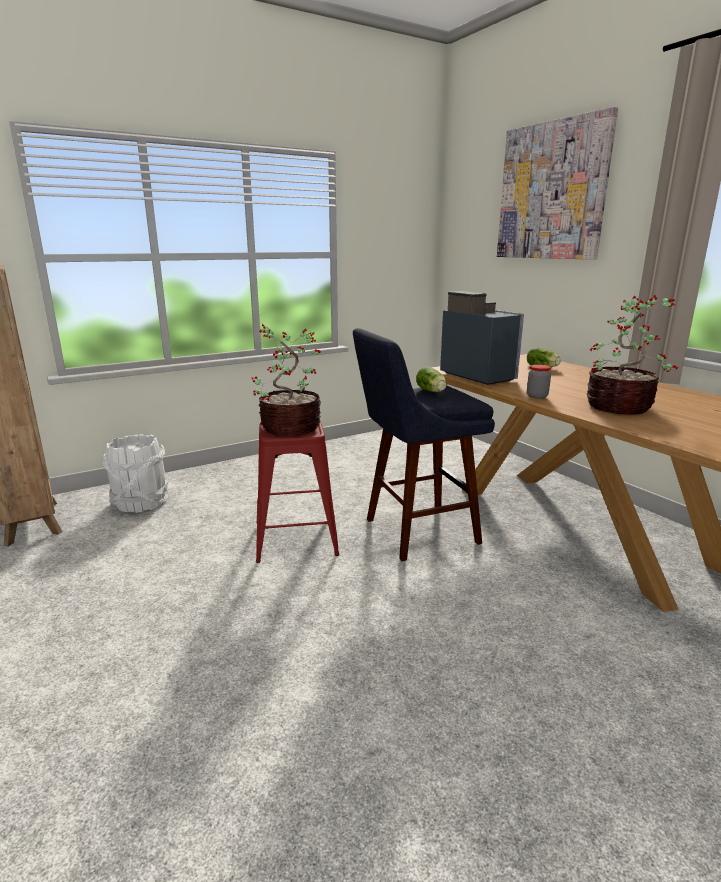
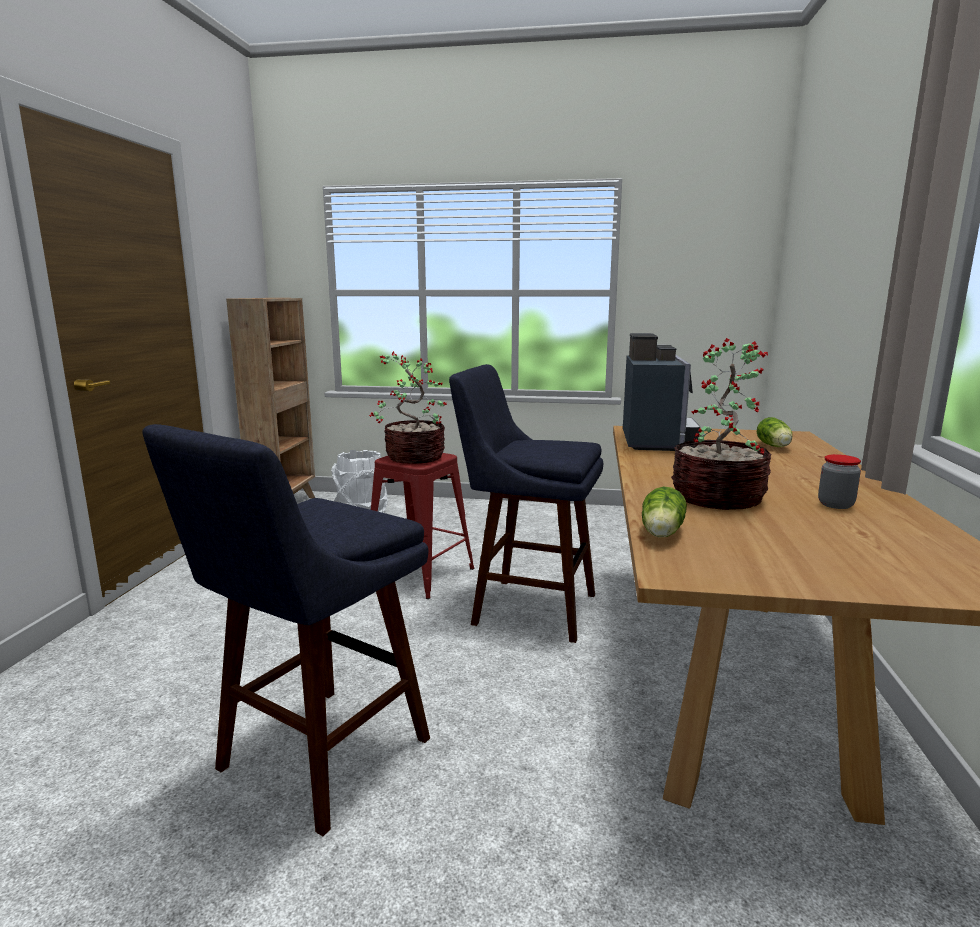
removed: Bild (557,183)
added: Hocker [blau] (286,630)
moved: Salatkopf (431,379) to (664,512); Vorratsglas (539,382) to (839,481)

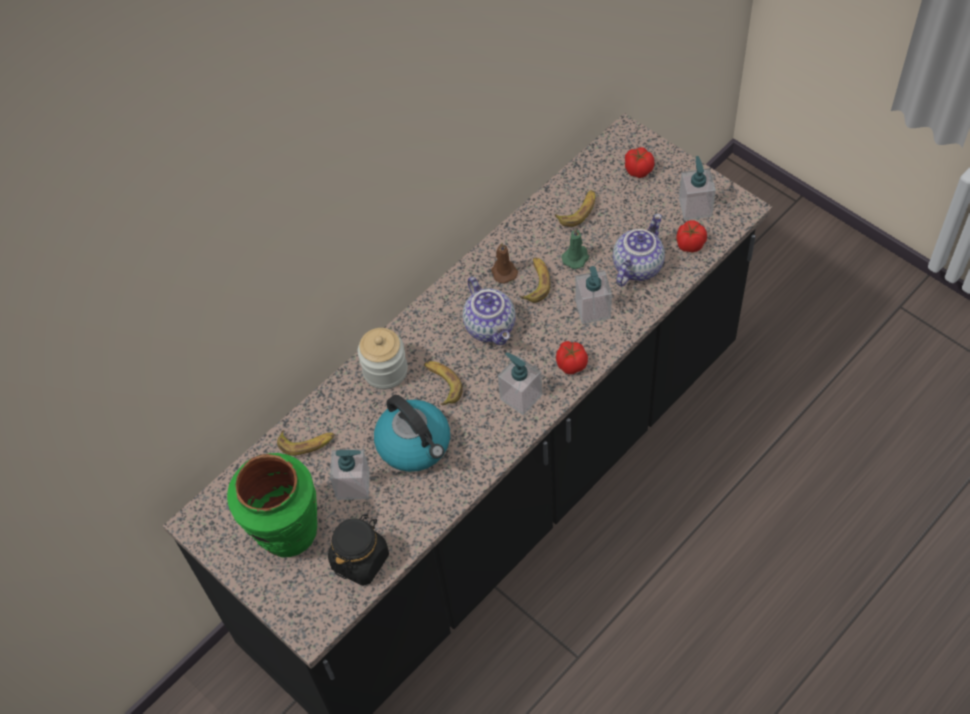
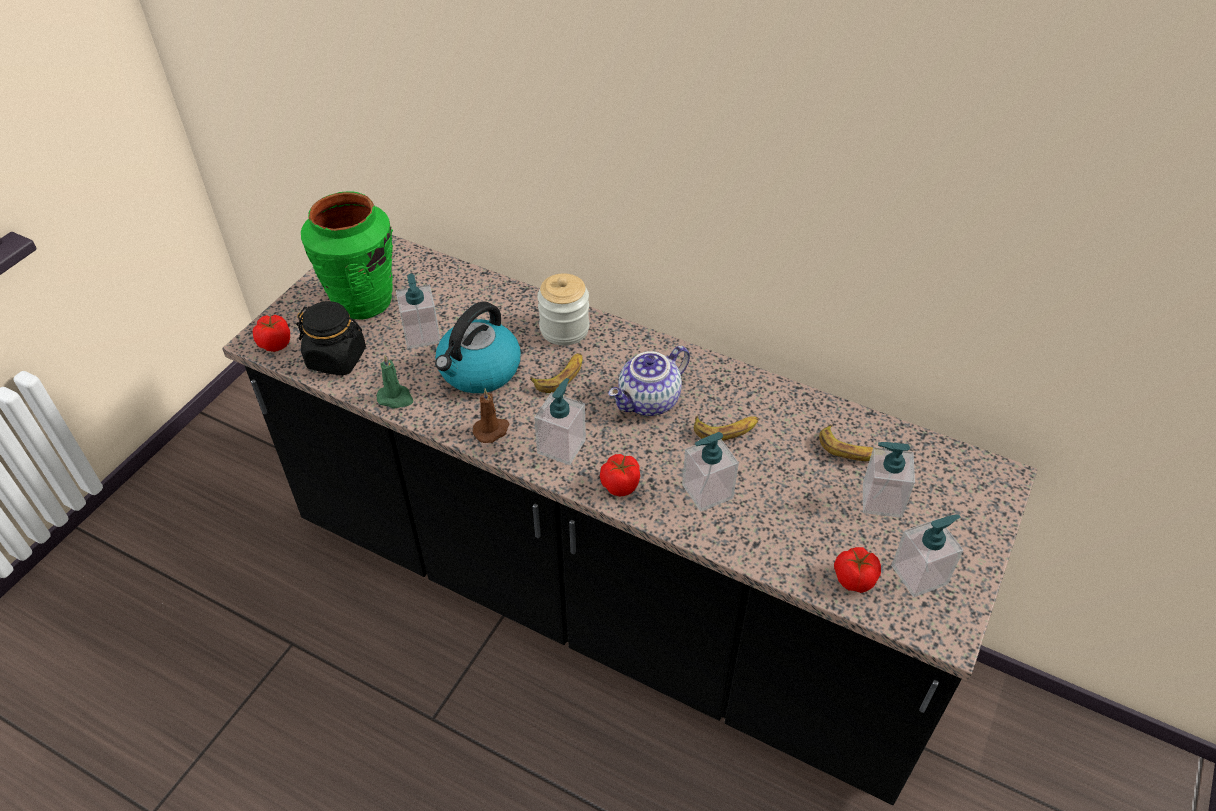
removed: Banane (306,443); Teekanne (639,250)
added: Seifenspender (889,480)
moved: Tomate (639,162) to (271,333); Kerze [grün] (575,248) to (395,381); Kerze [braun] (504,263) to (491,415)

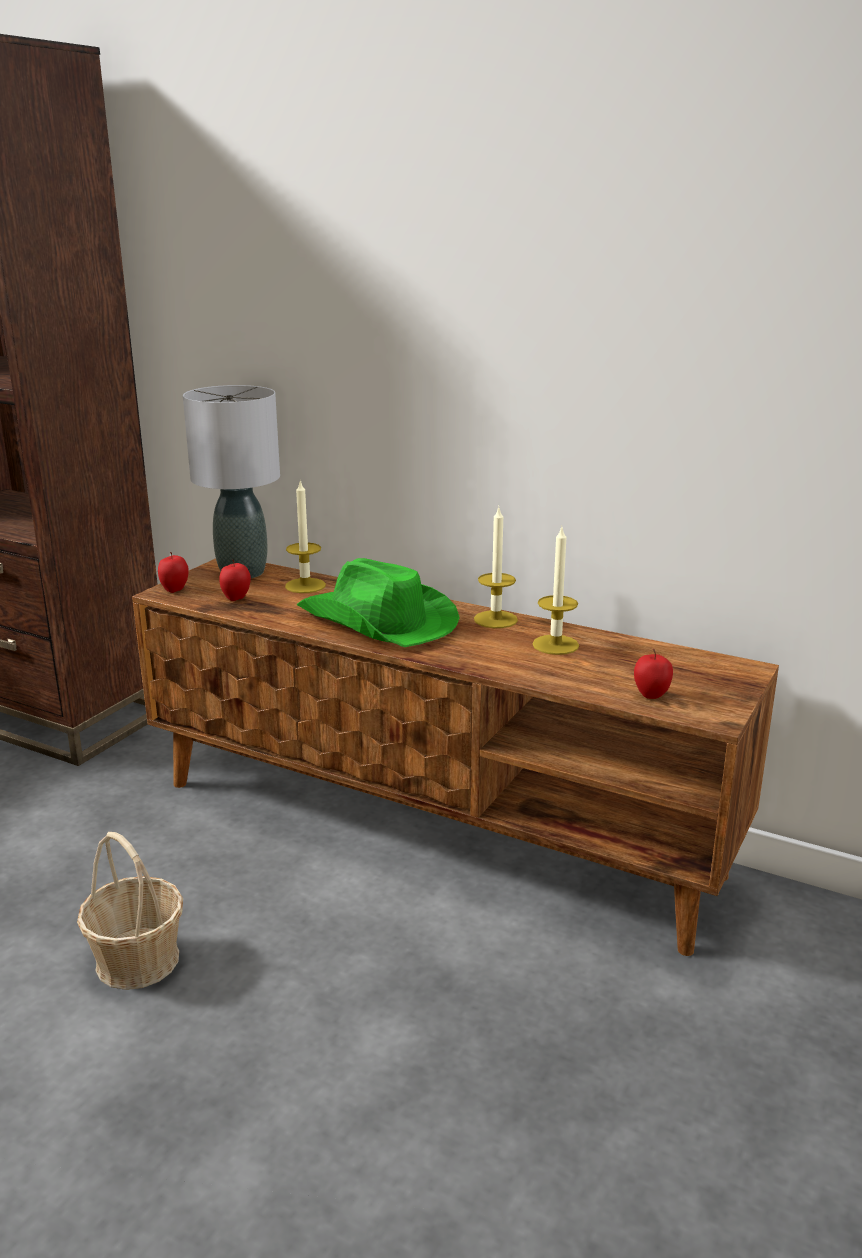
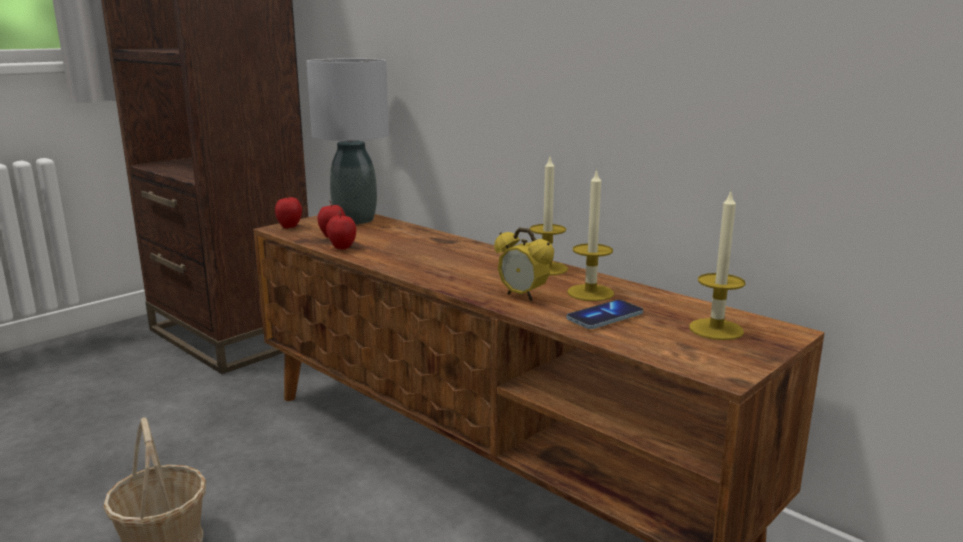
removed: Hut [grün] (378,602)
added: Wecker (524,264); Handy (604,314)
moved: Apfel (653,674) to (341,230); Kerze (305,537) to (717,266)

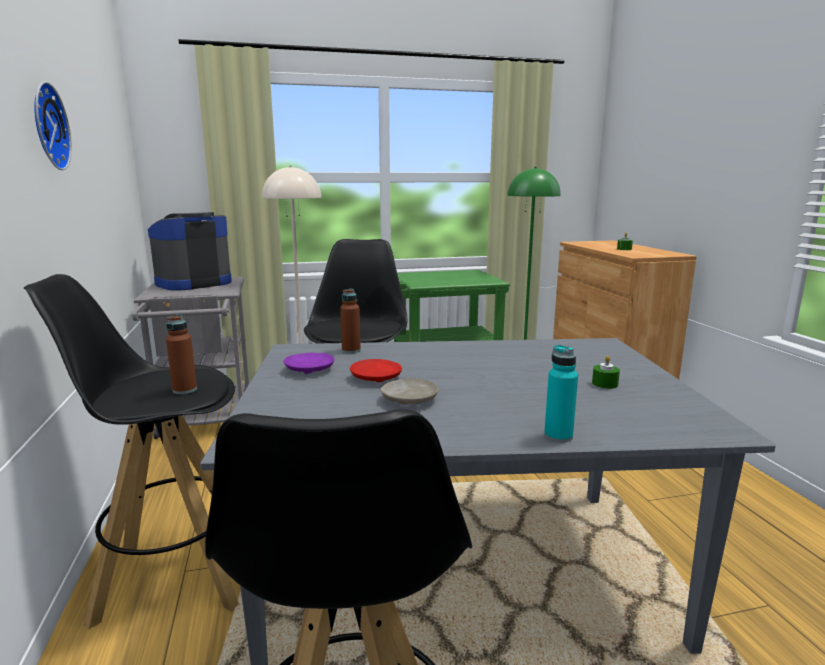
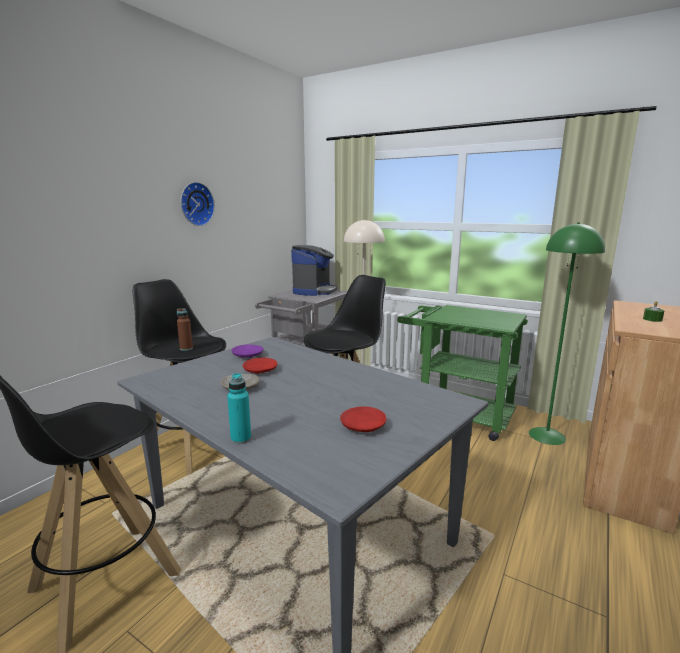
removed: Flasche [braun] (350,321)
replaced: Kerze [grün] (606,372) to Teller [rot] (363,419)
turned: Kaffeemaschine (190,251) = (314,270) 105 degrees clockwise

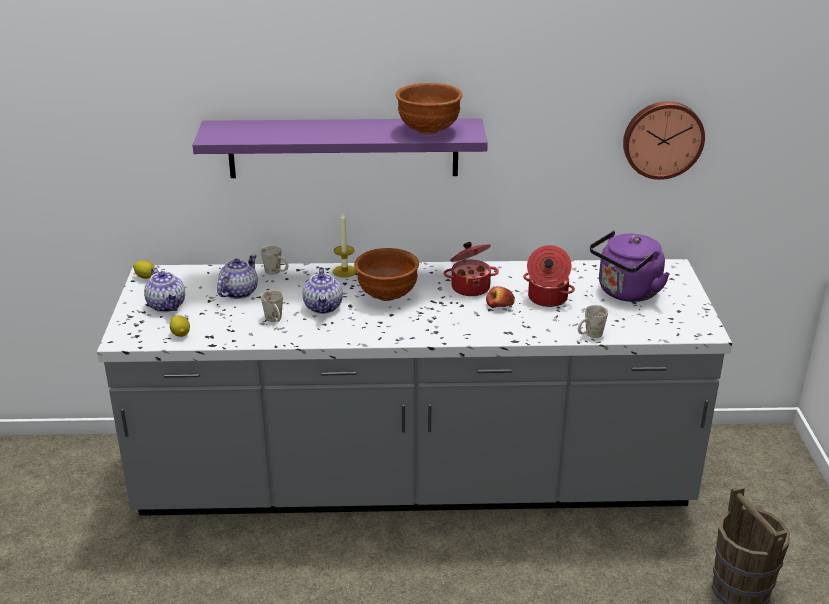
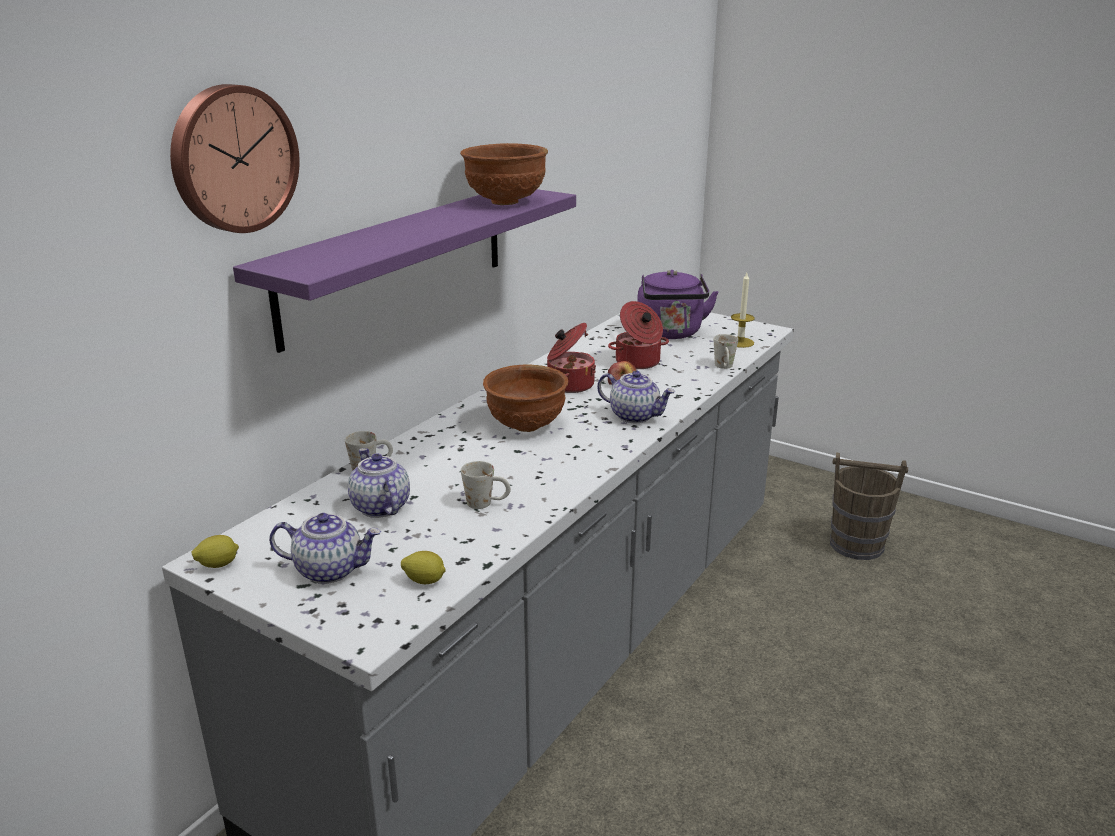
moved: Wanduhr (664,140) to (235,158); Teekanne (323,290) to (636,397); Kerze (345,245) to (743,310)

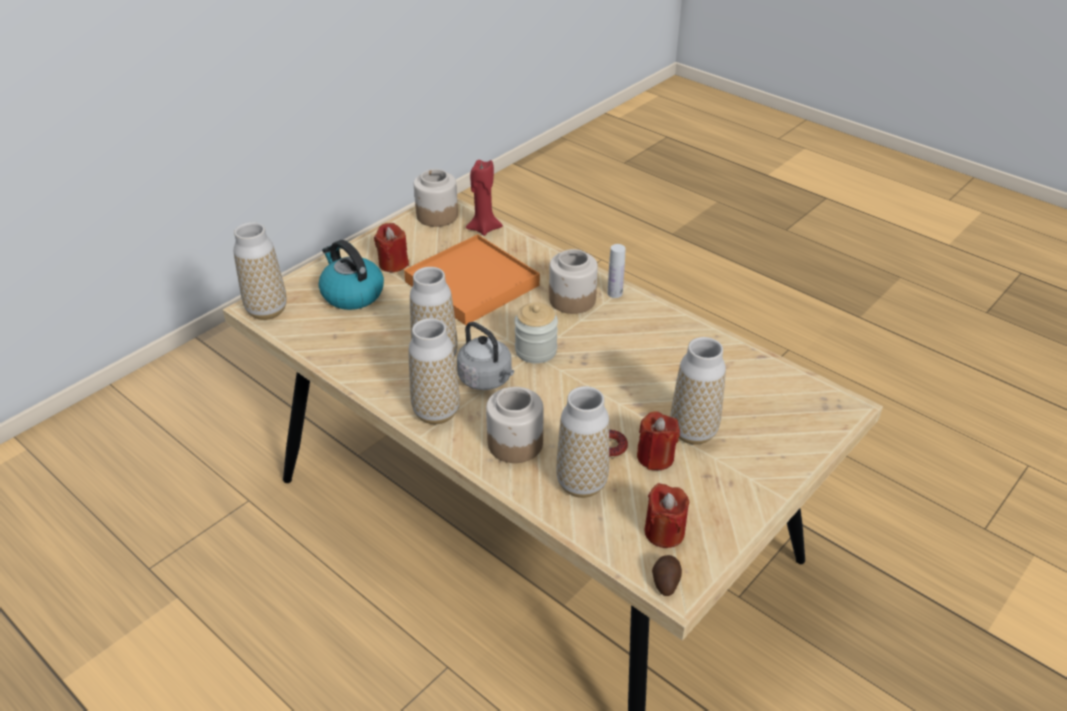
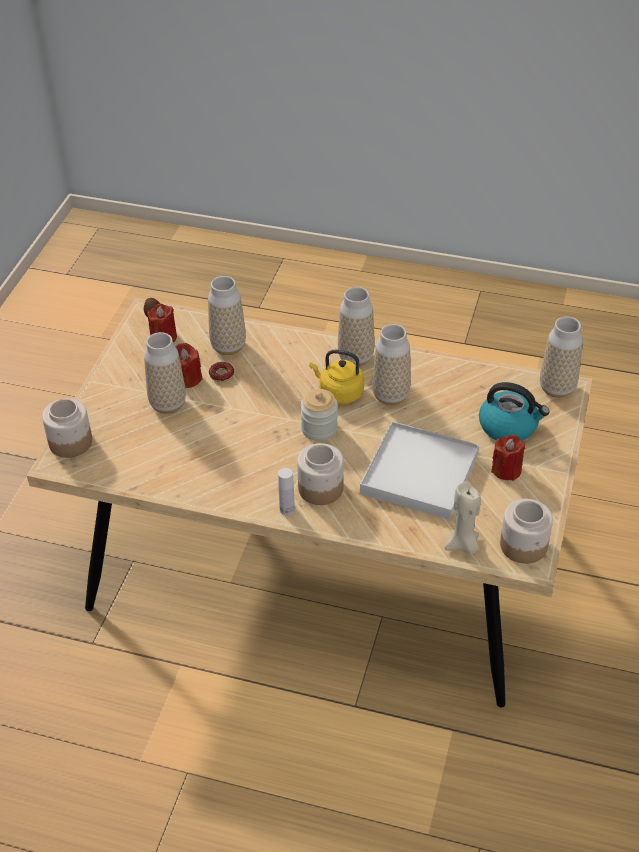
moved: Vorratsglas (514,425) to (67,428)
recoloured: Wasserkessel [grau] (485,356) to Wasserkessel [gelb] (336,377); Tablett [orange] (472,279) to Tablett [weiß] (419,470); Kerze [rot] (484,198) to Kerze [beige] (463,518)

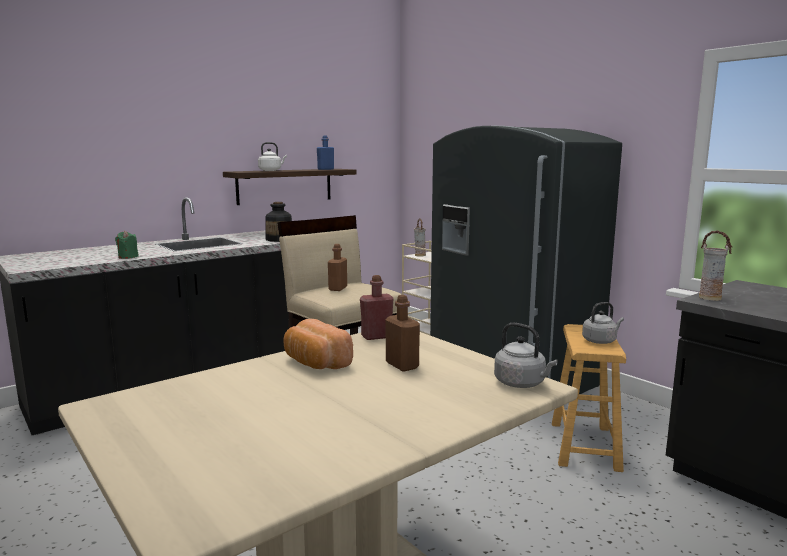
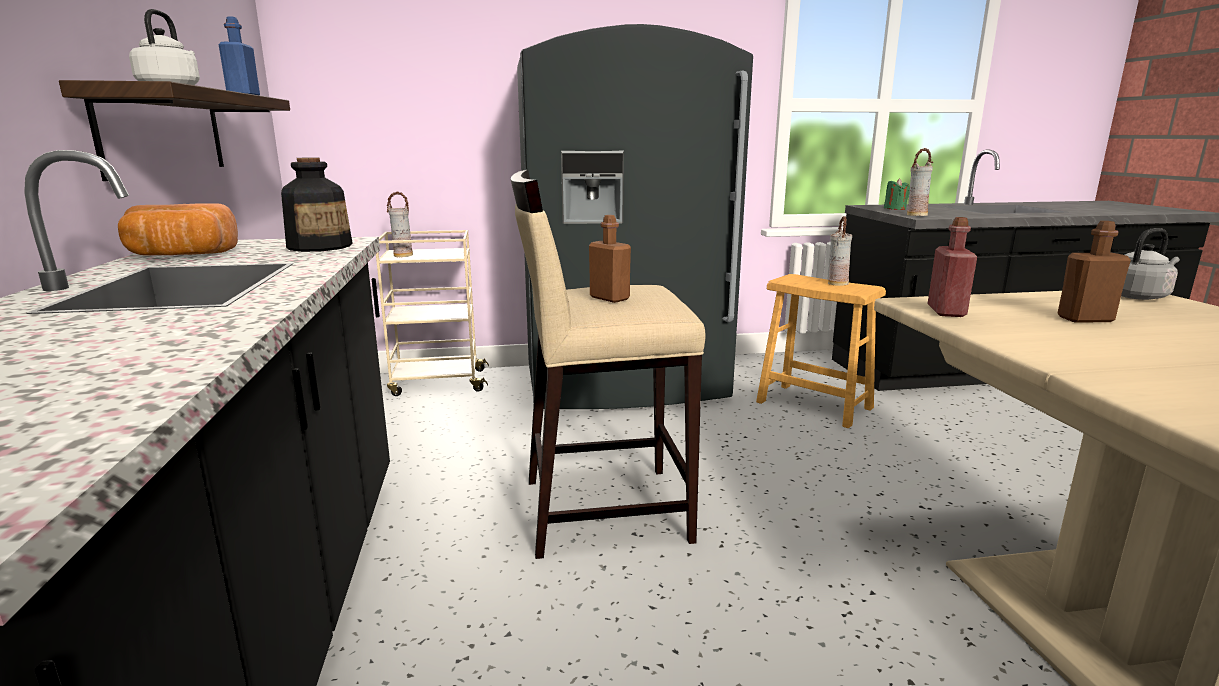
moved: Brot (318,344) to (178,229); Kerze [grün] (127,245) to (897,194)
replaced: Wasserkessel [grau] (603,323) to Vase (840,251)

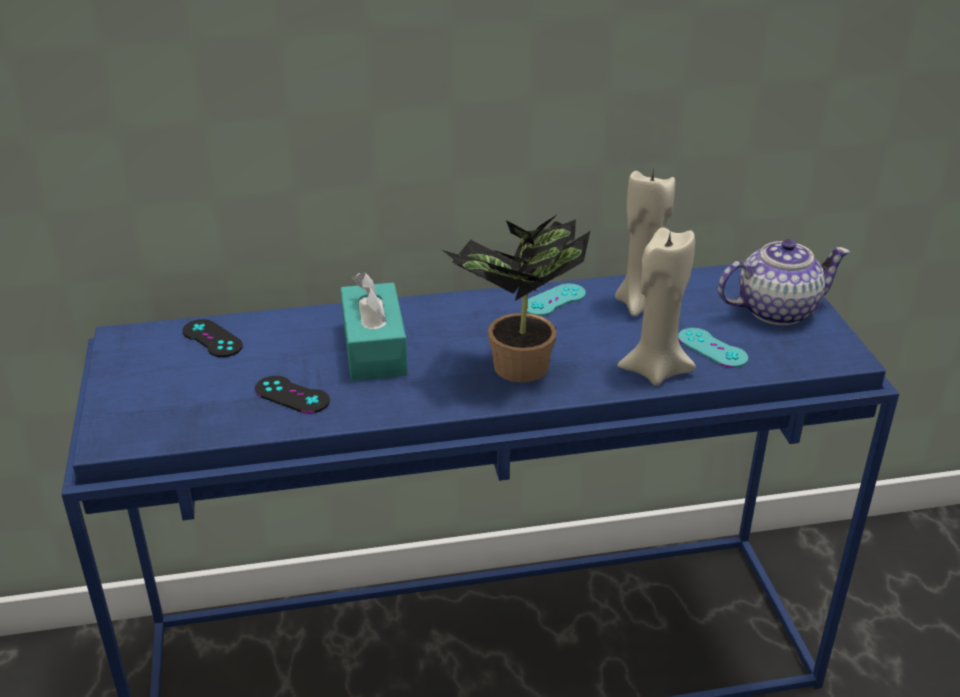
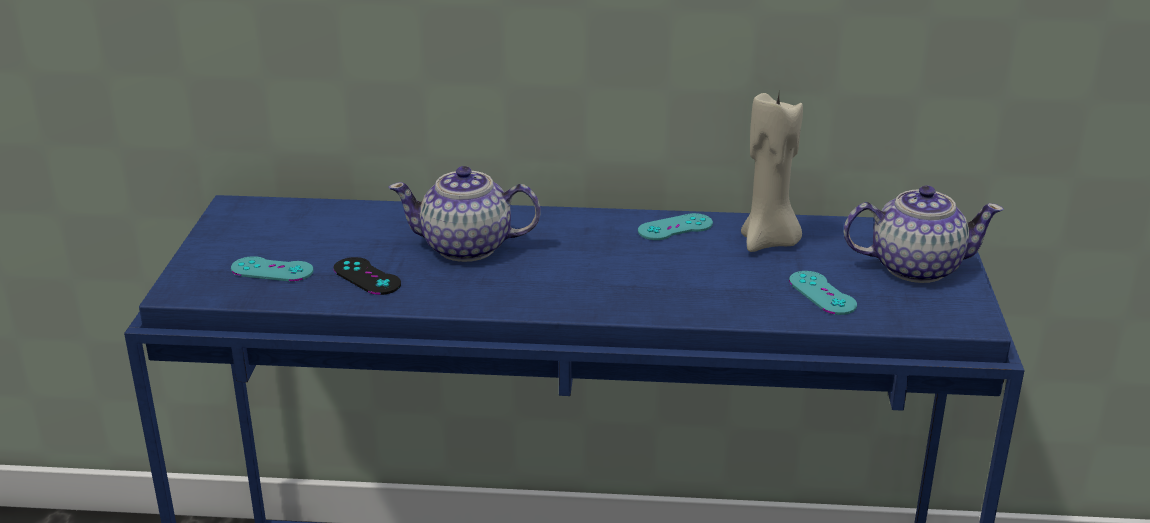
removed: Gamepad [schwarz] (212,338); Topfpflanze (516,299); Kerze [beige] (657,306)
added: Gamepad [türkis] (272,269)
replaced: Taschentuchbox [türkis] (374,326) to Teekanne (464,214)

